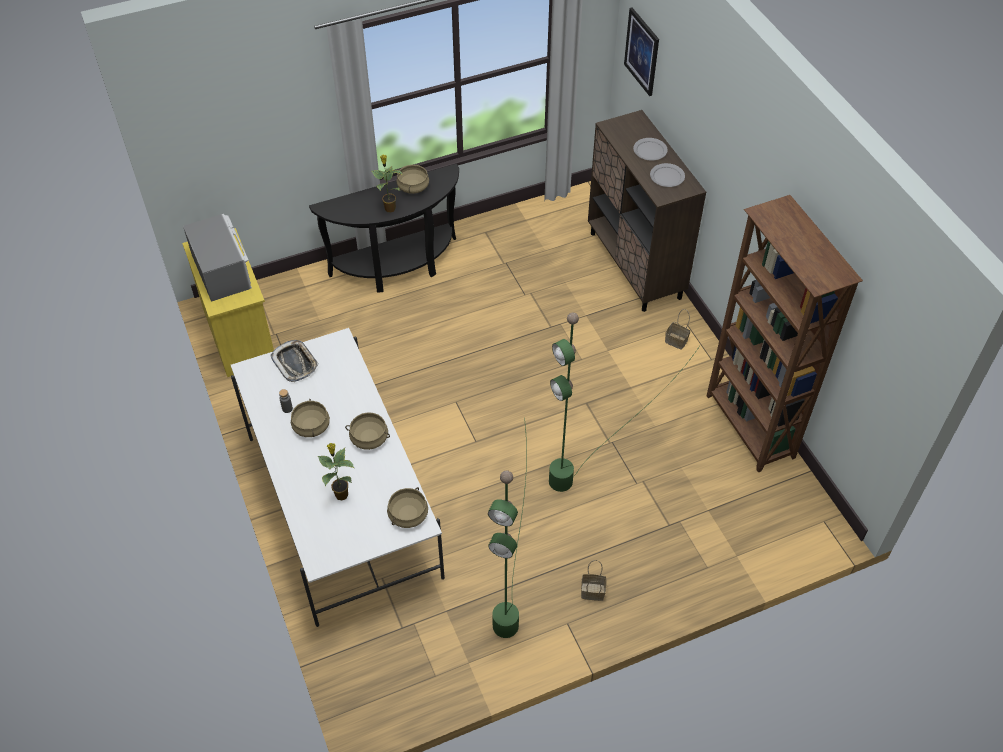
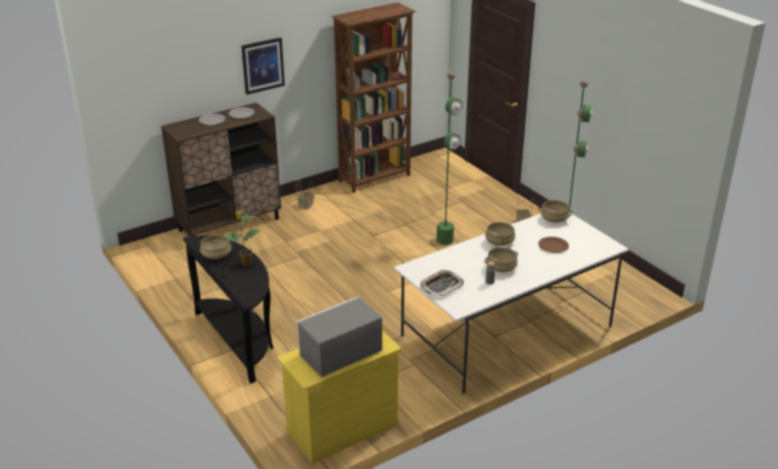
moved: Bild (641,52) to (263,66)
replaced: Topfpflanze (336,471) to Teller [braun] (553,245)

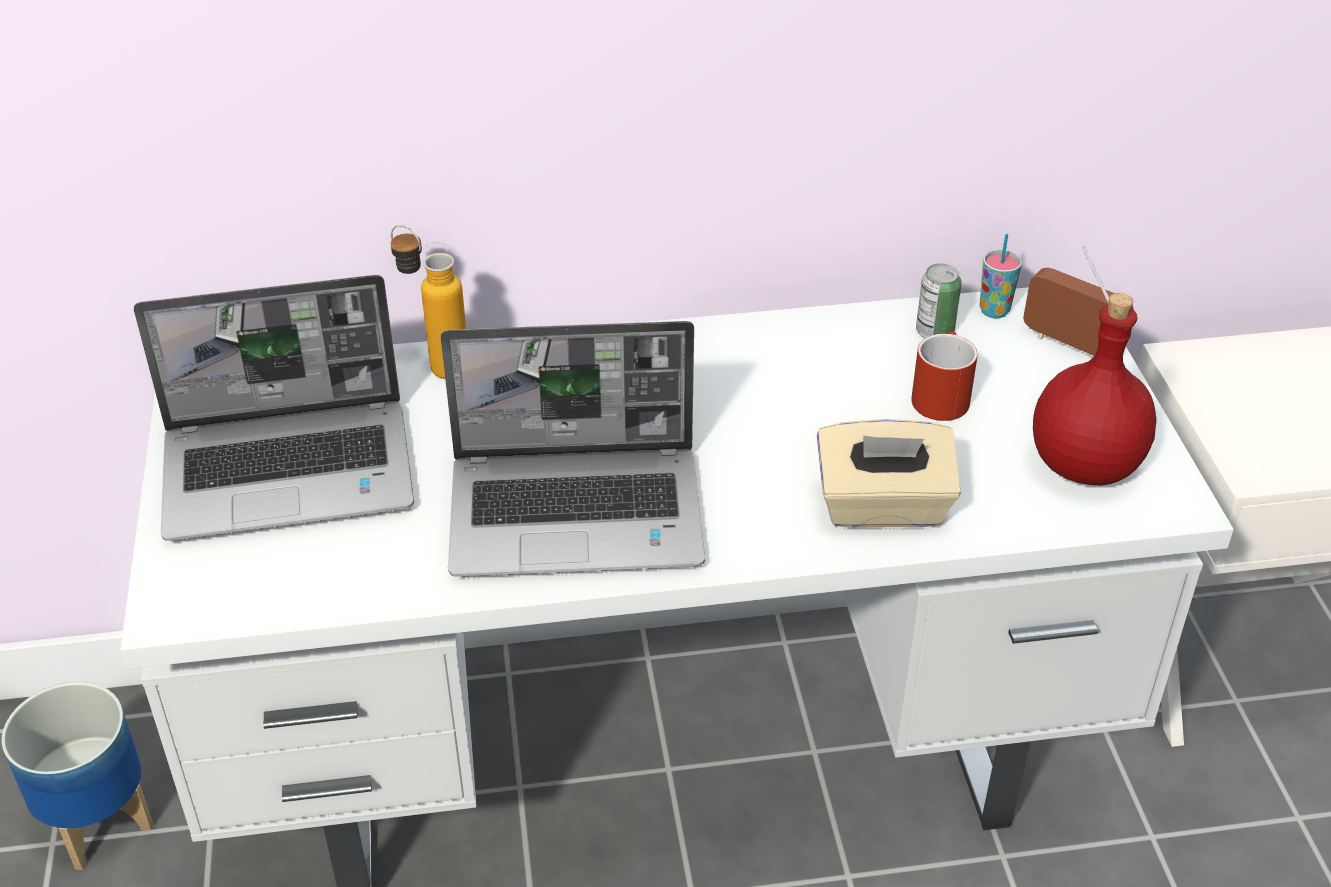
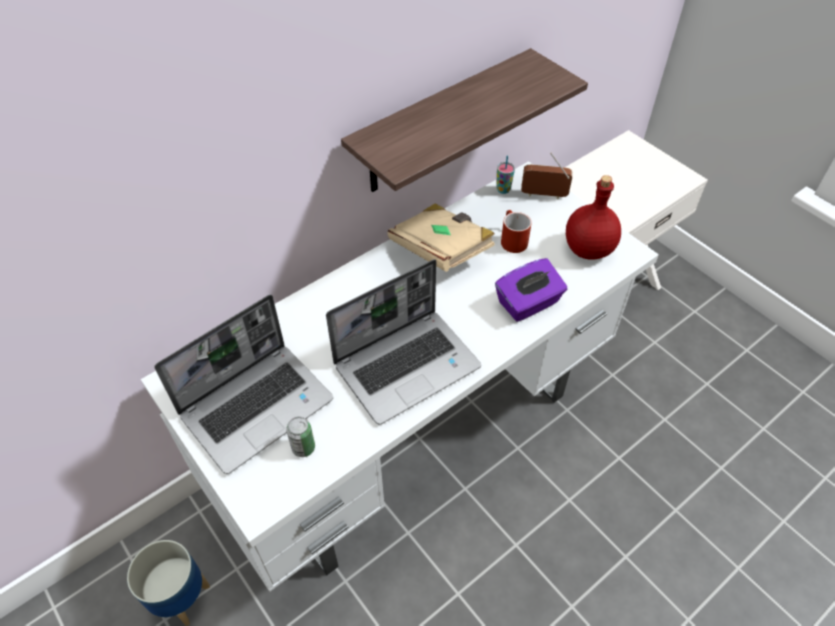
removed: Flasche (428,302)
added: Wandregal (464,120); Buch [beige] (441,238)
moved: Dose (939,300) to (300,437)
recoloured: Taschentuchbox [beige] (889,473) to Taschentuchbox [lila] (531,290)

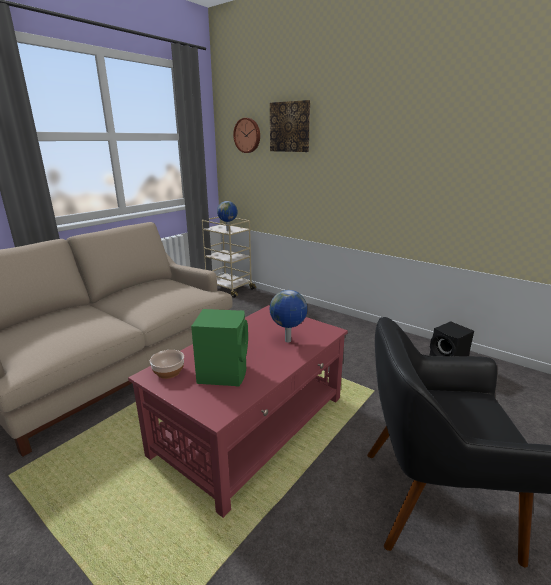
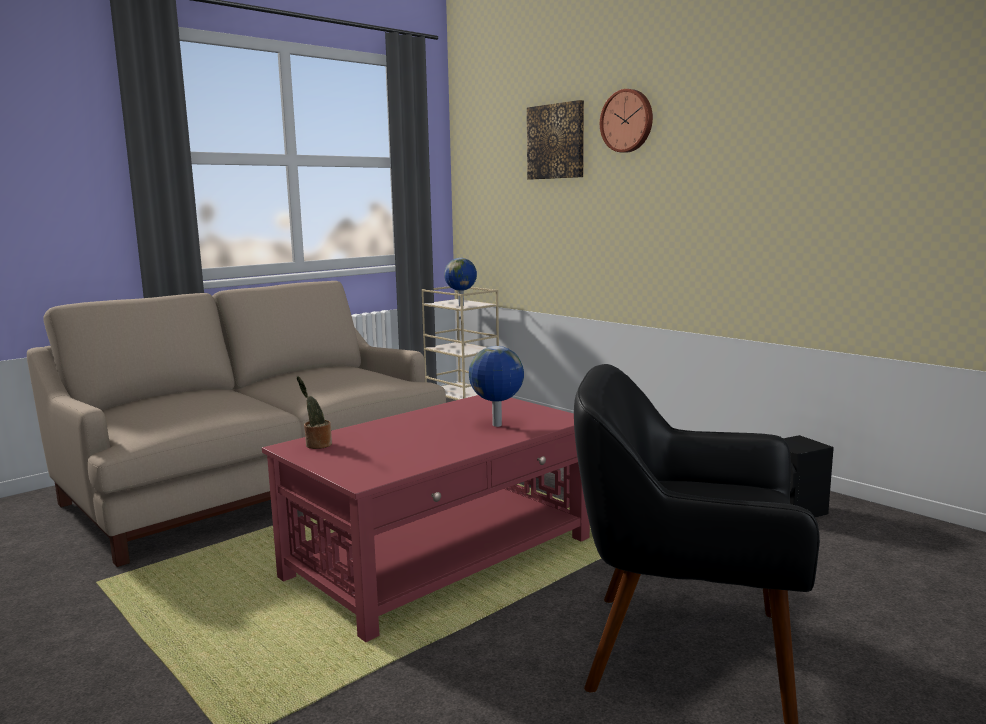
removed: Lautsprecher [grün] (219,348)
moved: Wanduhr (246,135) to (626,121)
replaced: Schüssel (167,364) to Topfpflanze (314,412)

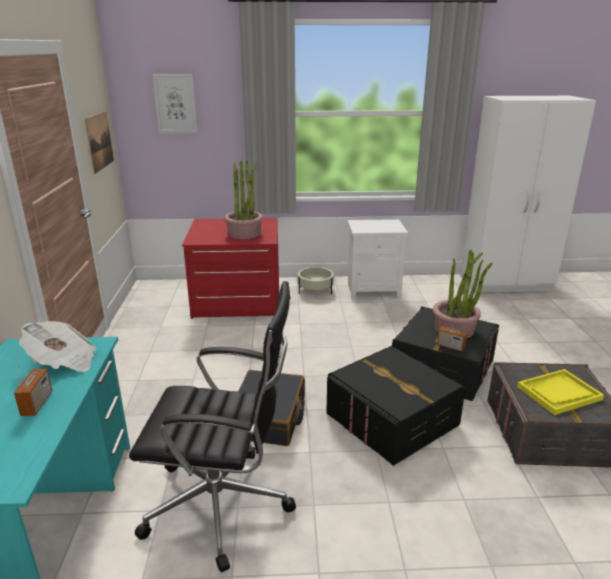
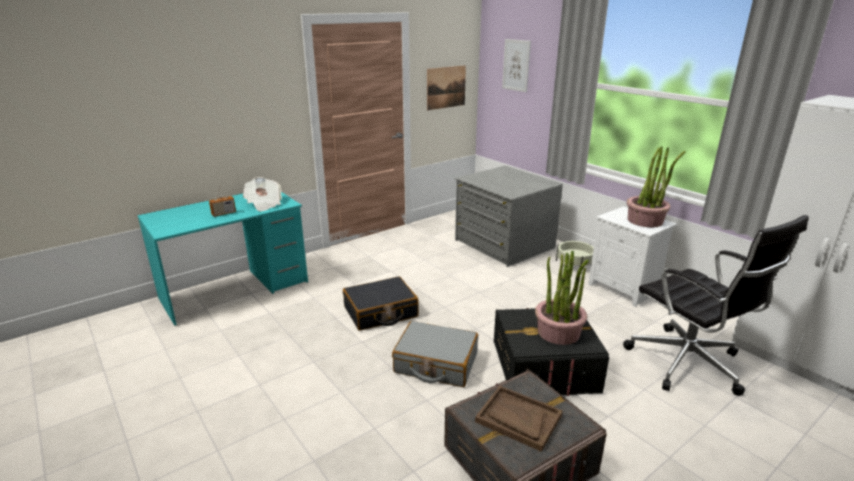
removed: Radio (452,332)
moved: Bürostuhl [schwarz] (212,427) to (716,305); Topfpflanze (243,199) to (656,187)
replaced: Aufbewahrungsbox [schwarz] (396,405) to Koffer [grau] (435,354)
recoloured: Kommode [rot] (230,268) to Kommode [grau] (509,216); Tablett [gelb] (560,392) to Tablett [braun] (519,418)

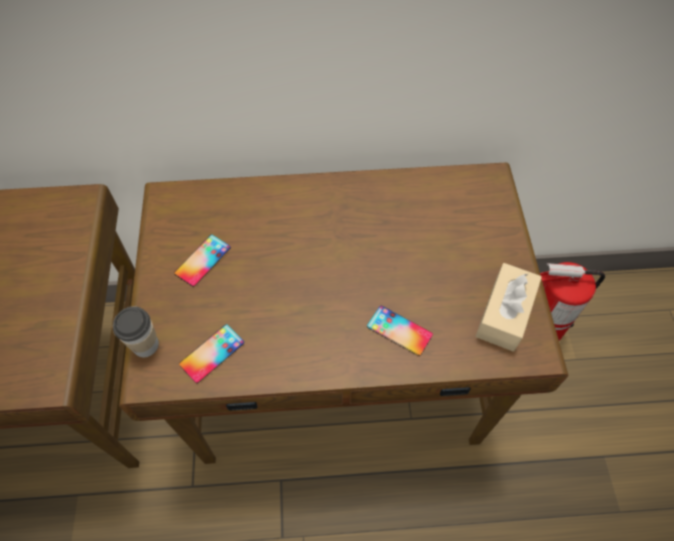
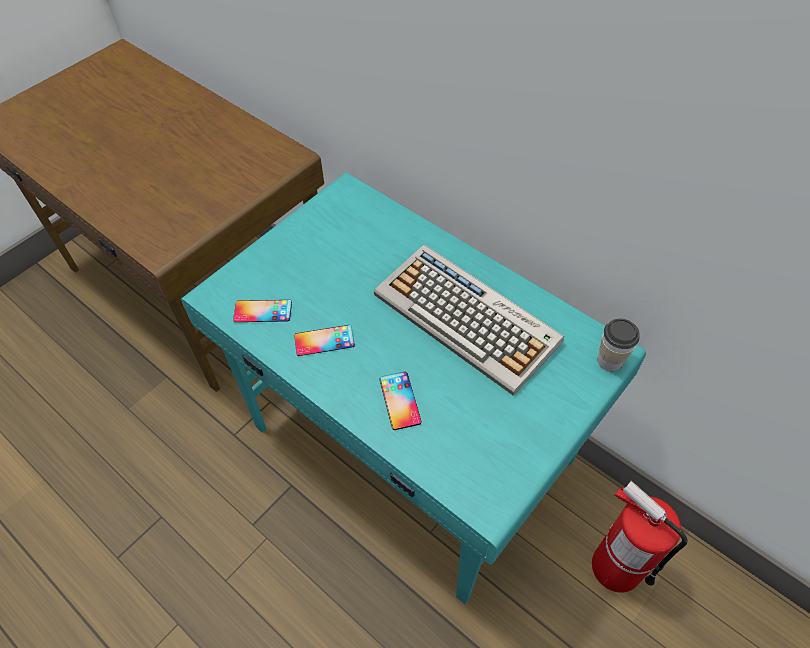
removed: Taschentuchbox [beige] (509,307)
added: Tastatur (469,320)
moved: Handy (202,261) to (324,340); Tasse (136,331) to (619,345)
recoloured: Schreibtisch [braun] (344,313) to Schreibtisch [türkis] (413,388)

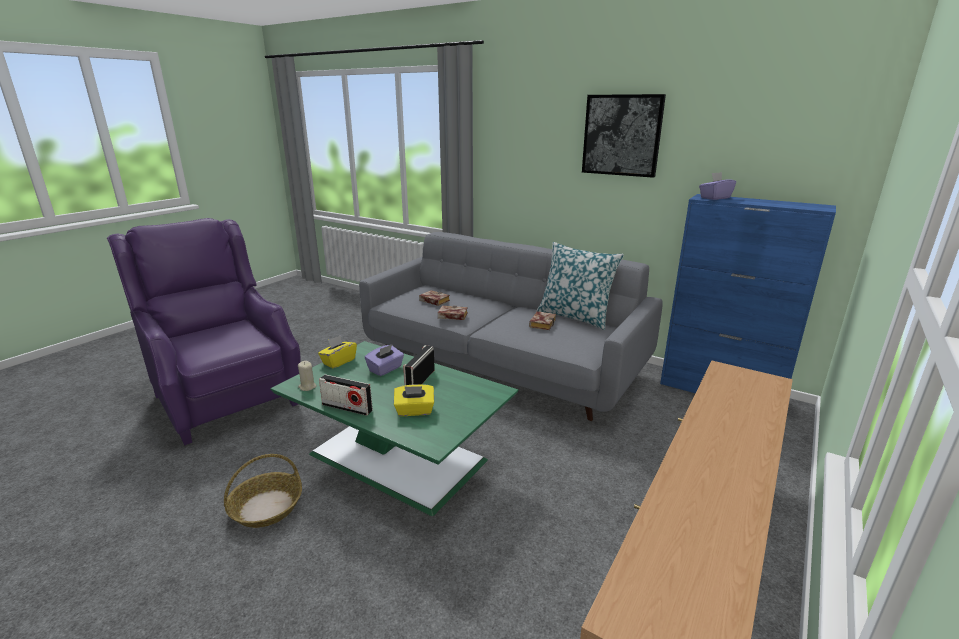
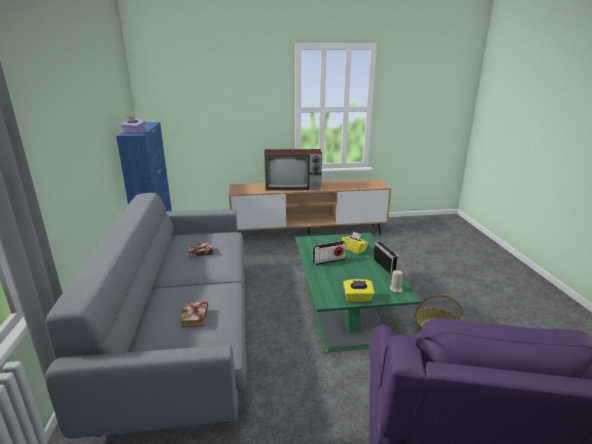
removed: Taschentuchbox [lila] (384,360); Buch (453,313); Kissen (580,286); Bild (624,136)
added: Fernseher (293,170)

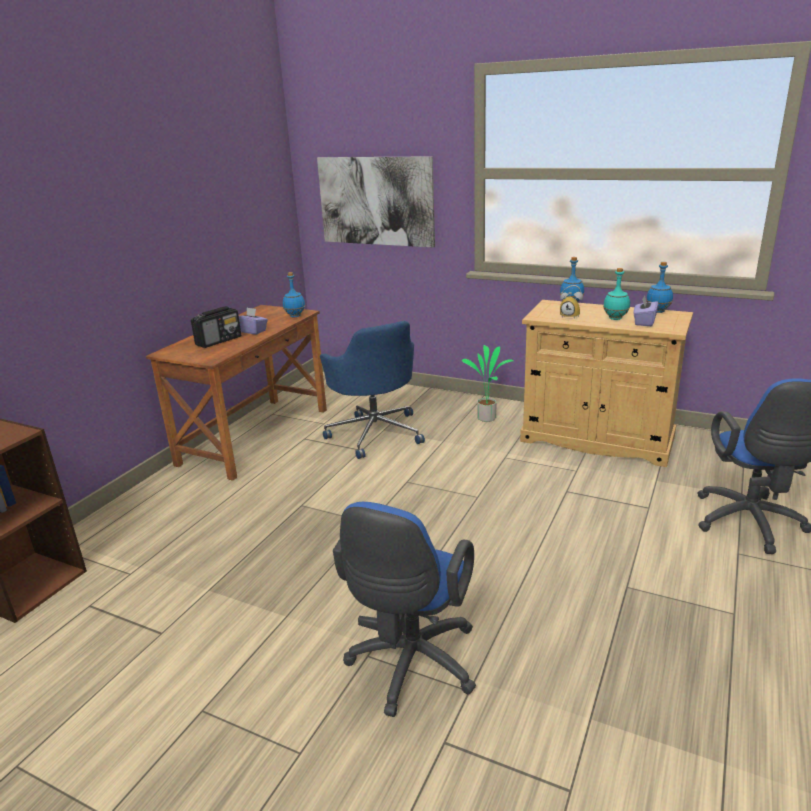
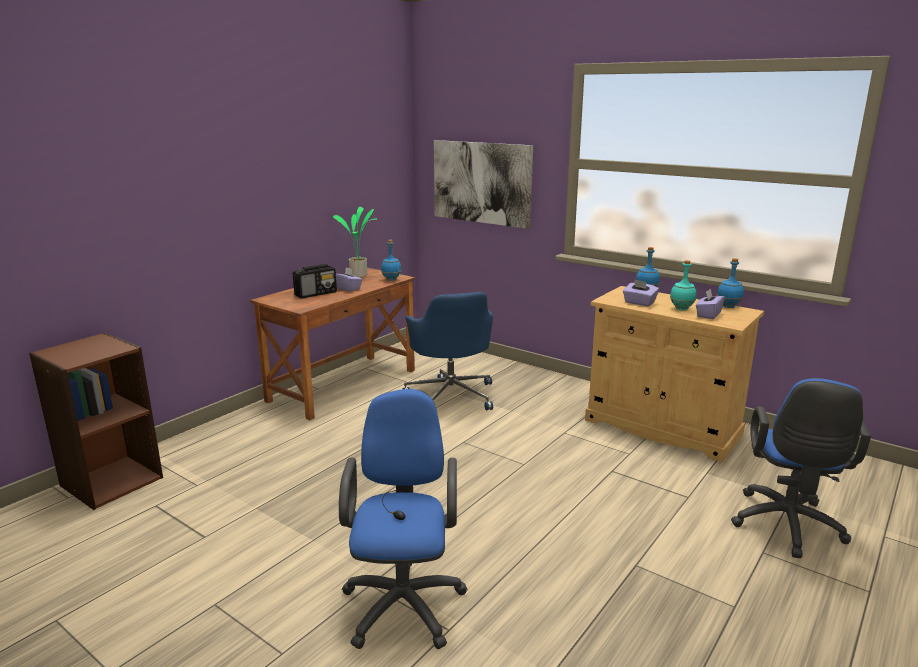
moved: Topfpflanze (487,383) to (355,242)
replaced: Wecker (571,302) to Taschentuchbox [lila] (641,292)
turned: Bürostuhl [blau] (404,609) = (403,519) 150 degrees clockwise

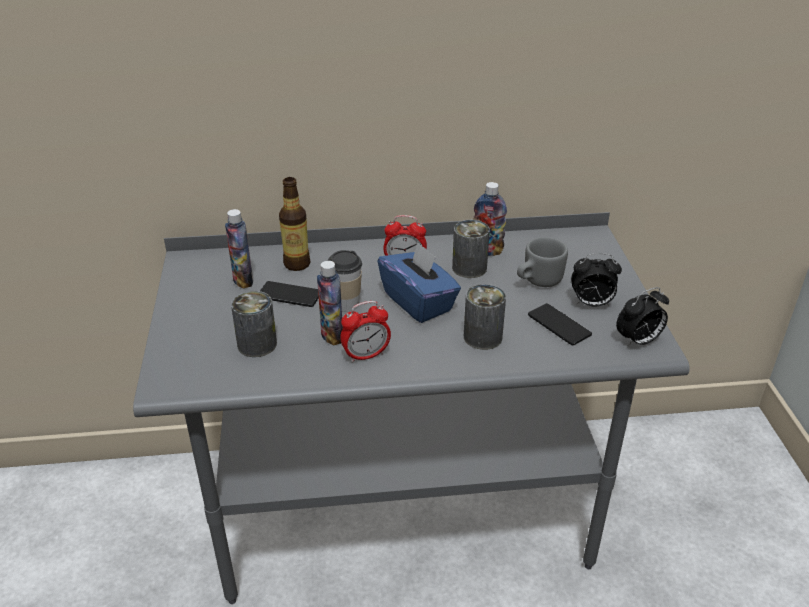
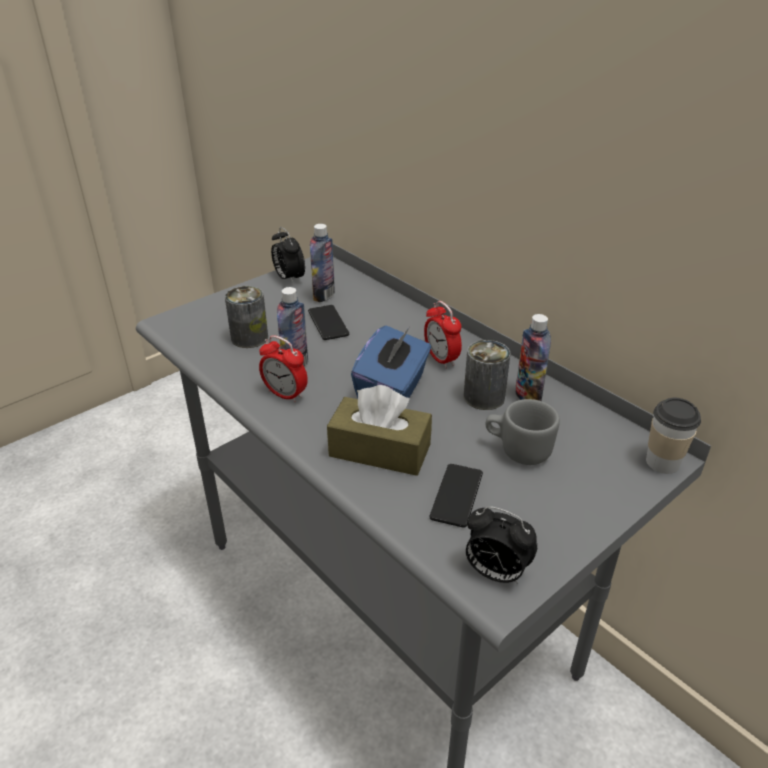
removed: Flasche (294,224)
moved: Wecker (596,280) to (288,256); Tasse (345,281) to (673,436)
replaced: Dose (485,317) to Taschentuchbox [braun] (379,430)

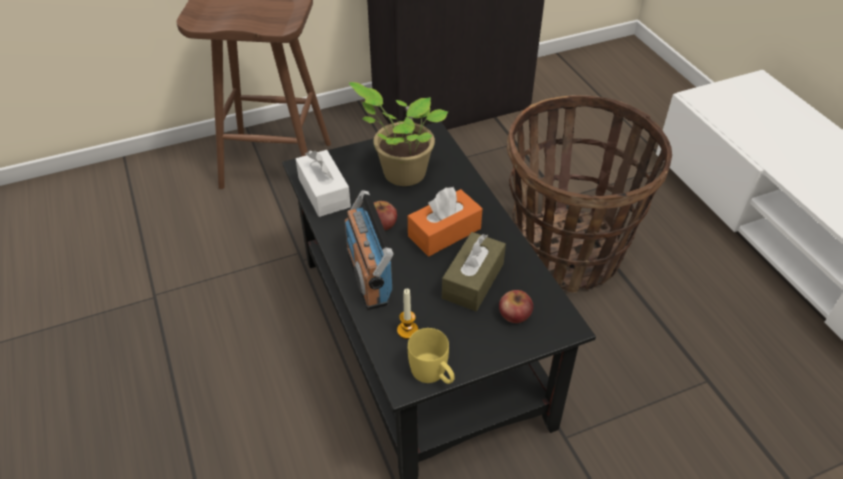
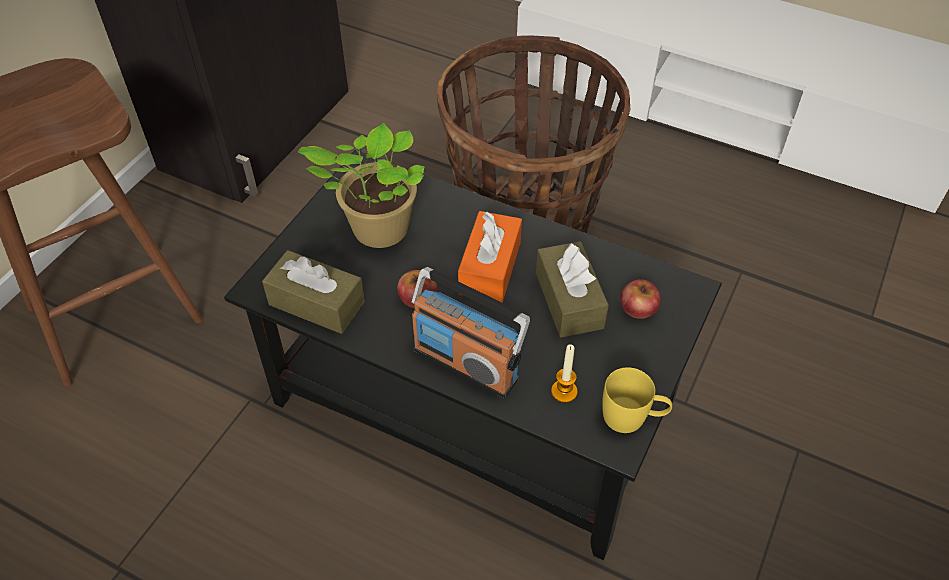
recoloured: Taschentuchbox [weiß] (323,183) to Taschentuchbox [braun] (313,292)

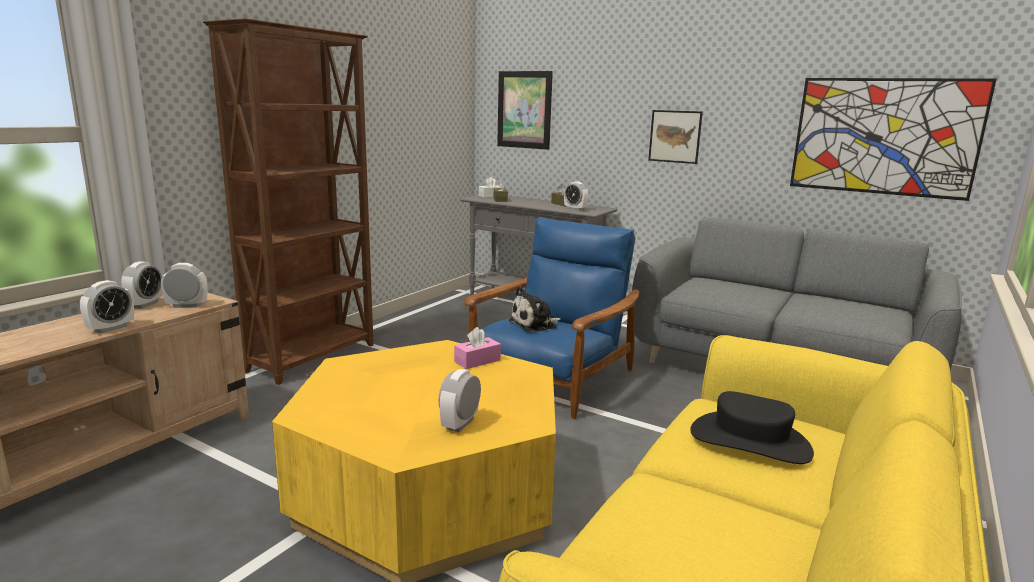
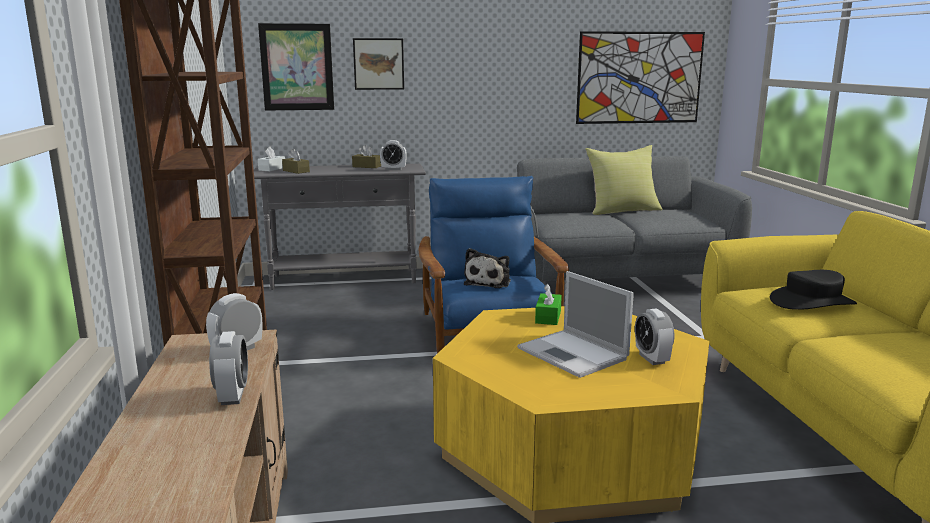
removed: Wecker (142,285)
added: Laptop (575,324); Kissen [gelb] (624,180)
moved: Bild (675,137) to (378,64)
recoloured: Taschentuchbox [rosa] (477,348) to Taschentuchbox [grün] (548,304)

